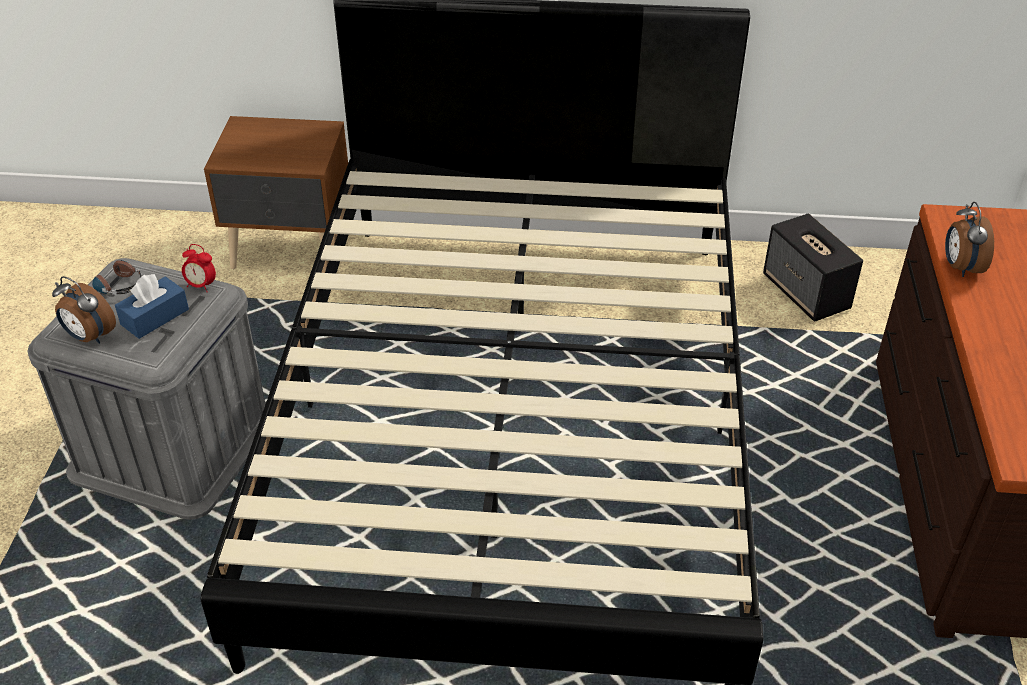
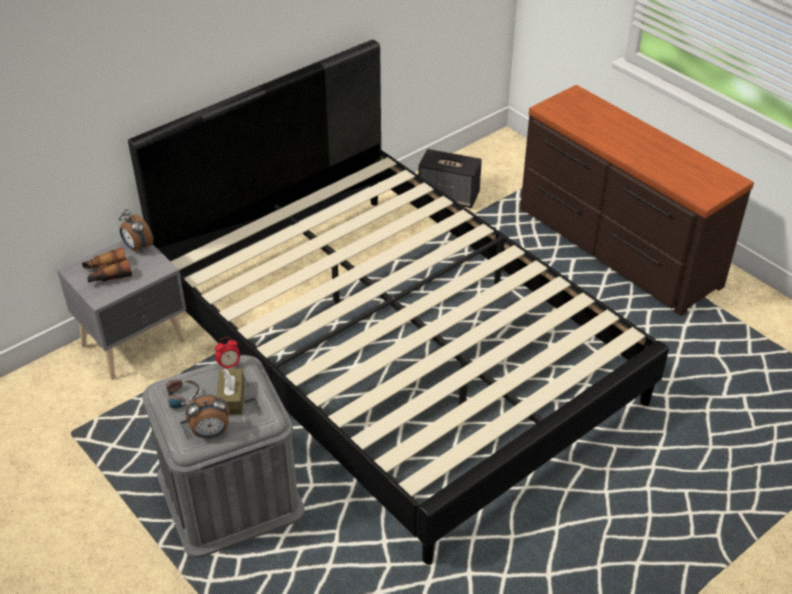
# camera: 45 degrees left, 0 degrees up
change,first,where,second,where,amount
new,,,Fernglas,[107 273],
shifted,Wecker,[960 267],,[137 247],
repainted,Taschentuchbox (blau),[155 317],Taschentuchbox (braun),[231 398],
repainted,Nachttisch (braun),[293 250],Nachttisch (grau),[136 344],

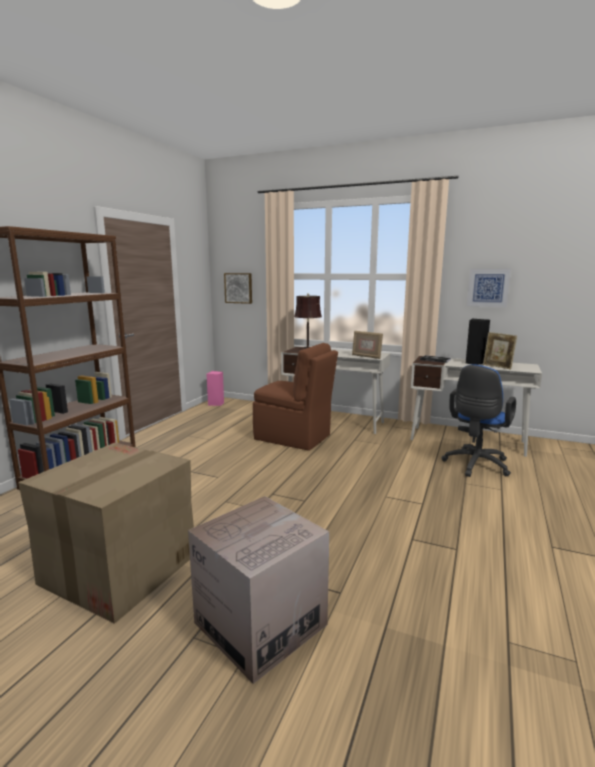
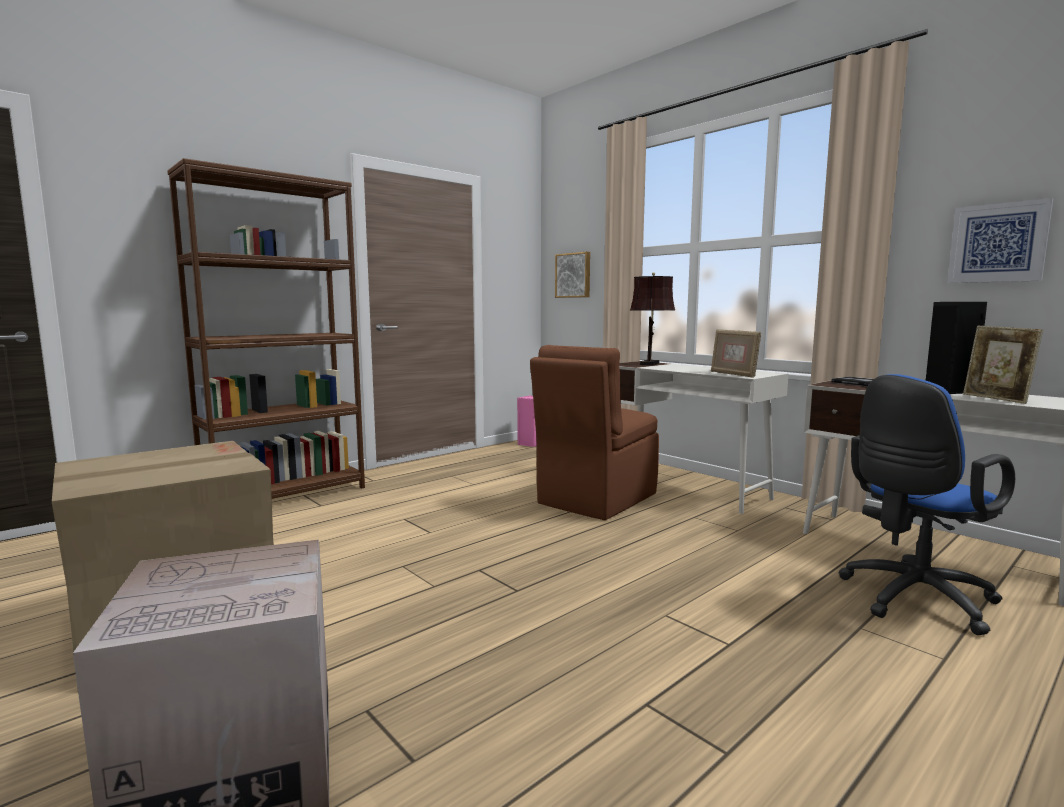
# camera: 25 degrees right, 5 degrees down
change,first,where,second,where,amount
rotated,Stuhl (braun),[294 438],,[595 499],75 degrees clockwise

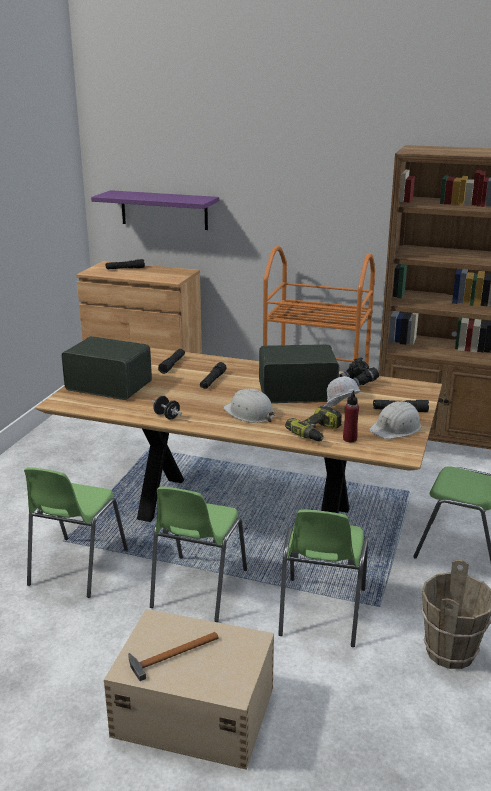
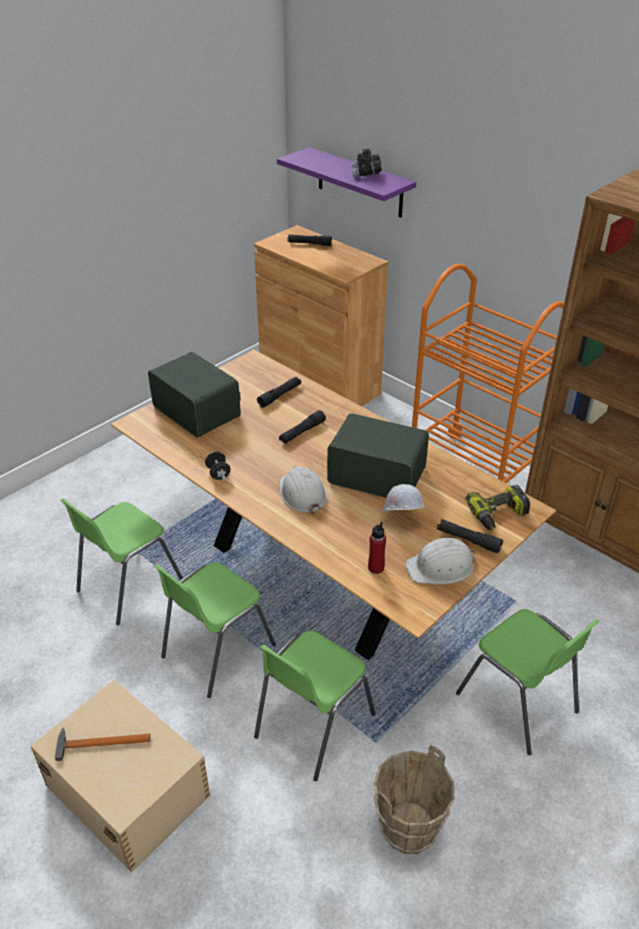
# camera: 25 degrees right, 15 degrees up
change,first,where,second,where,amount
shifted,Bohrmaschine,[317 433],,[498 515],
shifted,Fernglas (schwarz),[359 383],,[366 174],

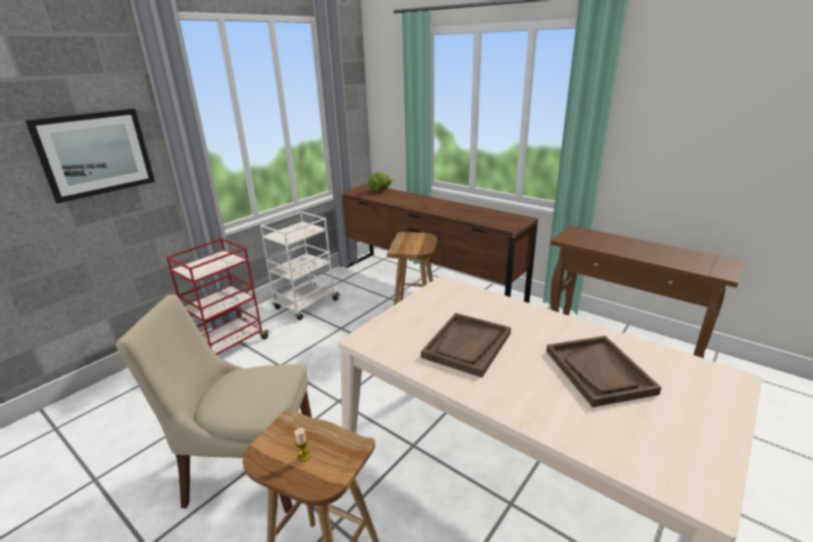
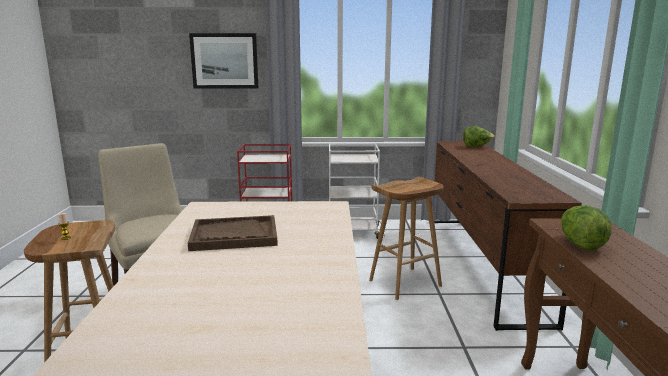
# camera: 50 degrees right, 10 degrees down
change,first,where,second,where,amount
gone,Tablett (braun),[599 371],,,
new,,,Salatkopf,[580 244],

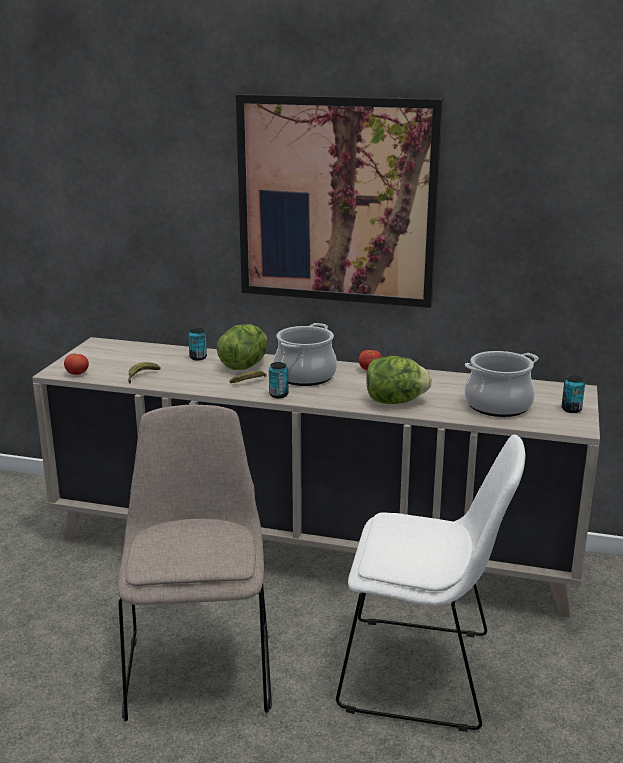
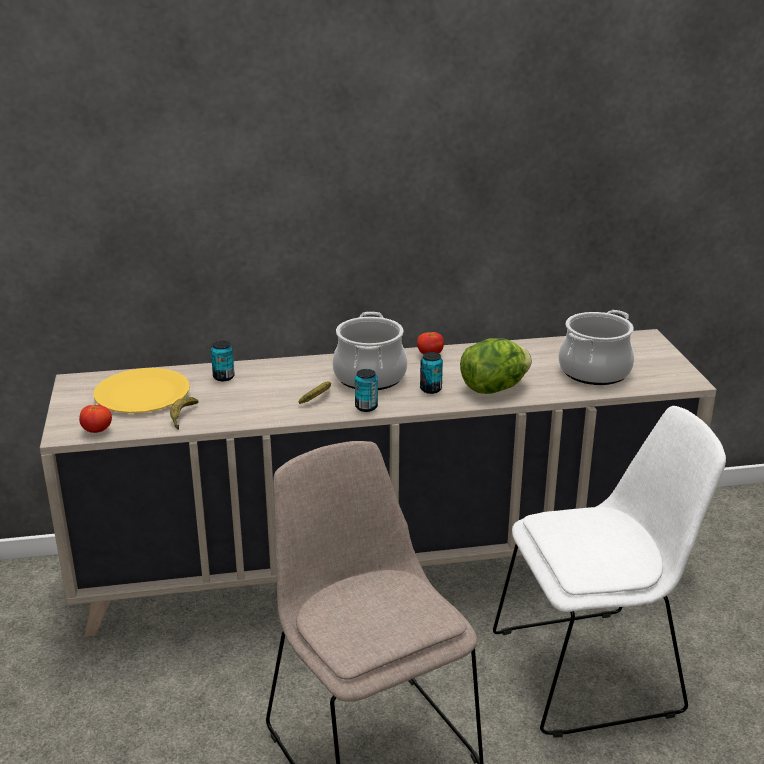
# camera: 25 degrees left, 5 degrees up
change,first,where,second,where,amount
gone,Salatkopf,[244 366],,,
gone,Bild,[337 201],,,
new,,,Teller (gelb),[142 394],
shifted,Dose,[571 409],,[430 389],

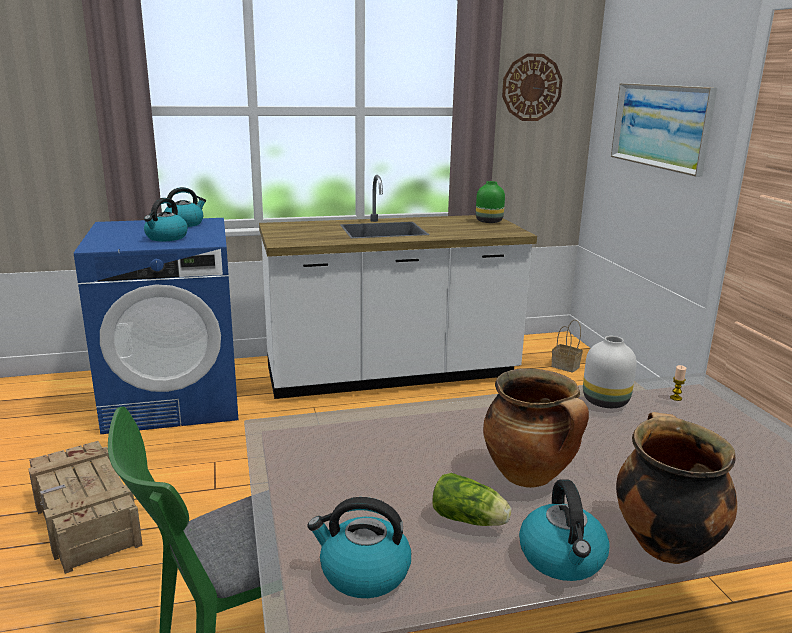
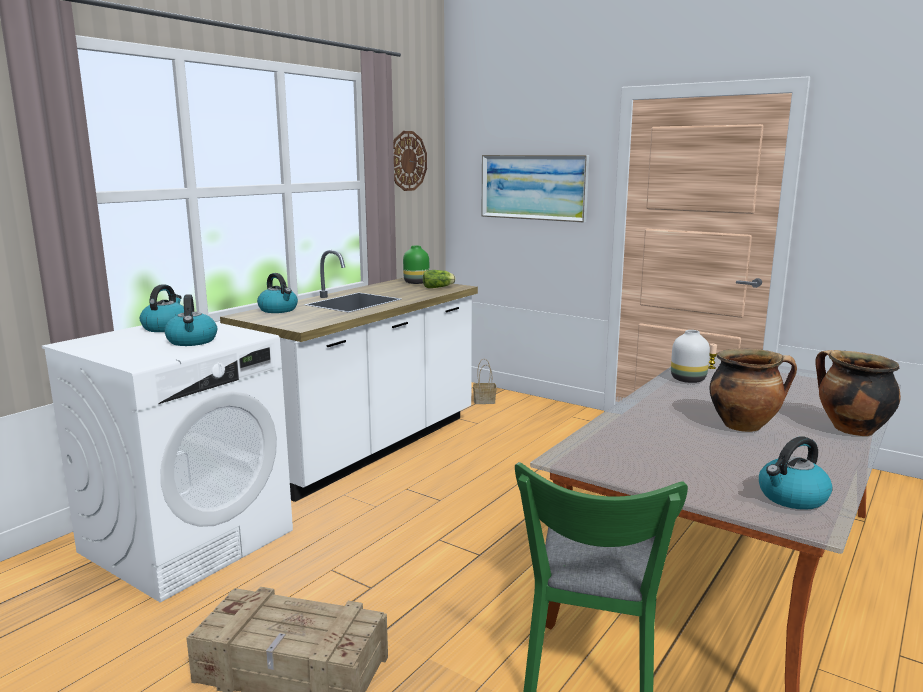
# camera: 40 degrees left, 5 degrees down
change,first,where,second,where,amount
shifted,Salatkopf,[470 520],,[439 287],
shifted,Wasserkessel,[562 558],,[279 310],
repainted,Waschmaschine (blau),[175 399],Waschmaschine (weiß),[188 540],

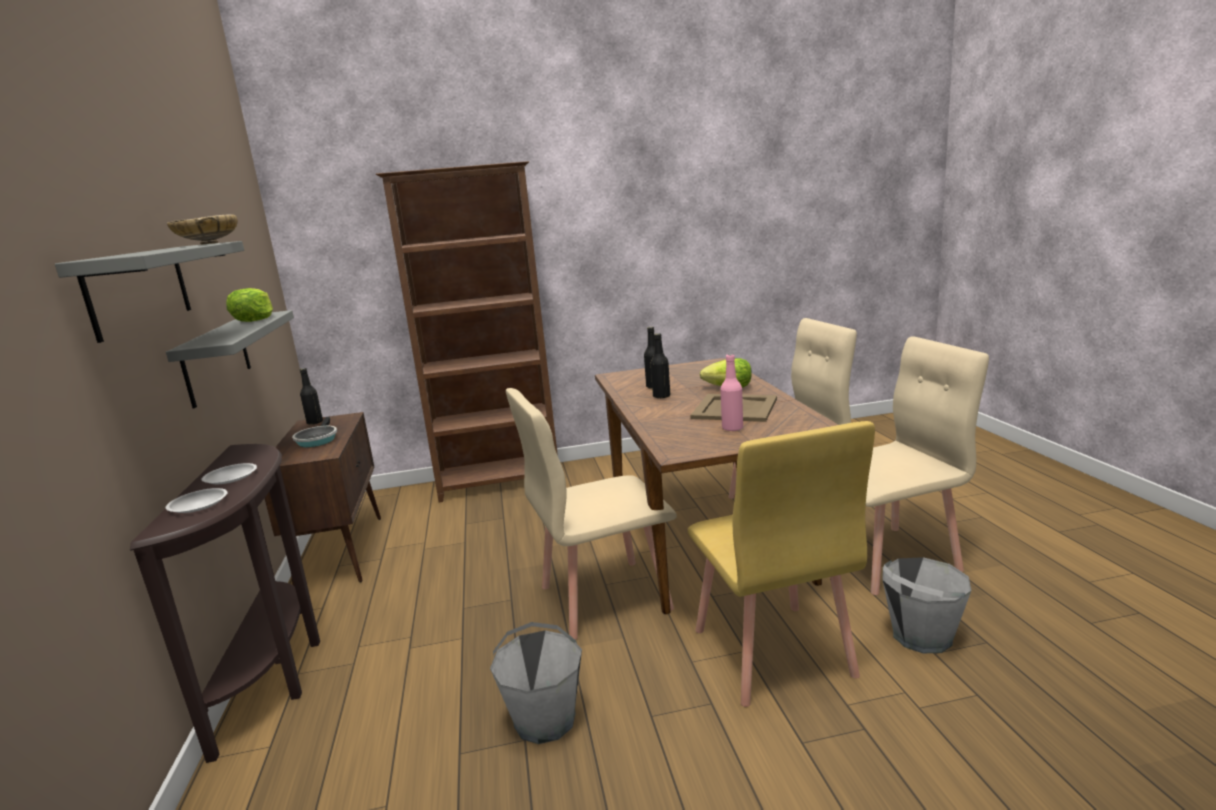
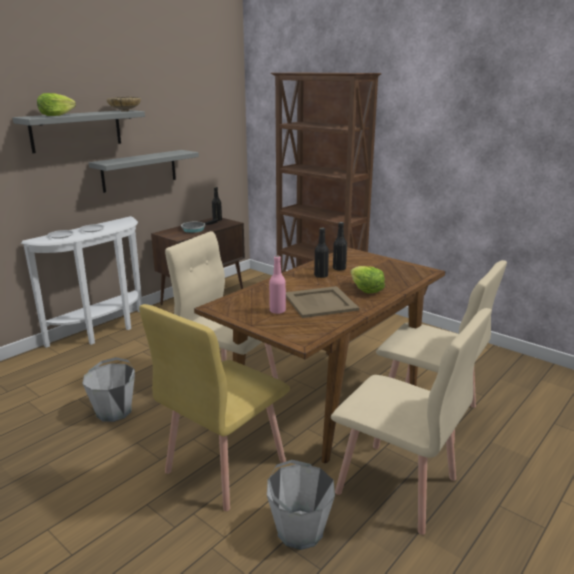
# camera: 50 degrees right, 5 degrees up
change,first,where,second,where,amount
shifted,Salatkopf,[255 319],,[56 115],
repainted,Konsolentisch (braun),[277 672],Konsolentisch (weiß),[103 331],

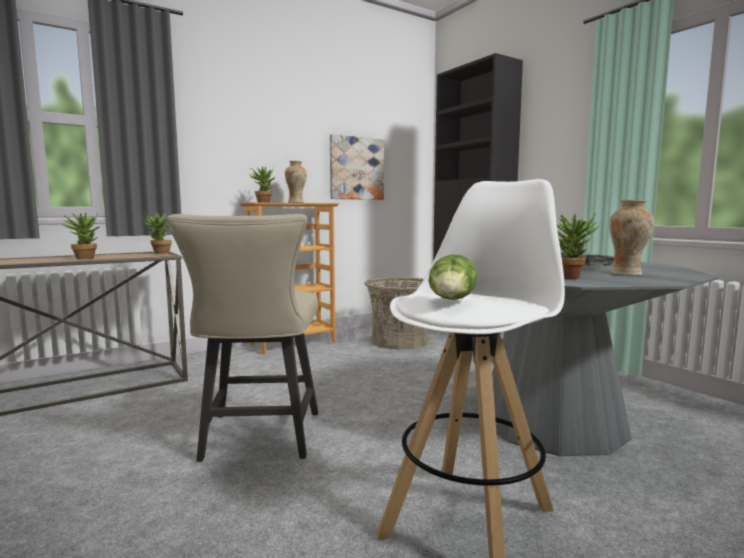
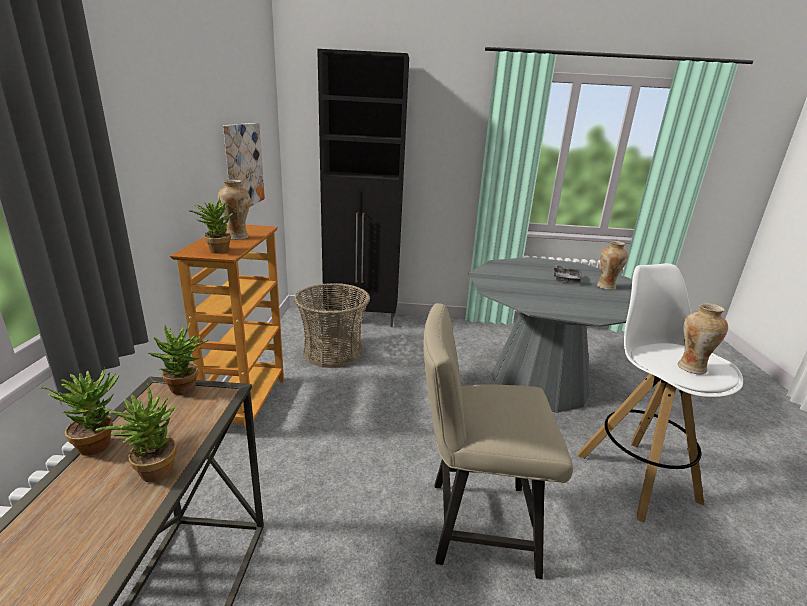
# camera: 55 degrees left, 15 degrees up
change,first,where,second,where,amount
shifted,Topfpflanze,[570 277],,[98 442],
swapped,Salatkopf,[452 301],Vase,[690 367],
rotated,Stuhl (beige),[259 440],,[472 523],150 degrees clockwise

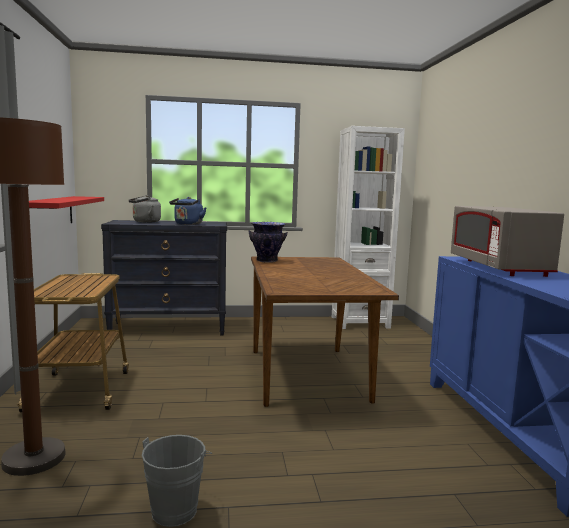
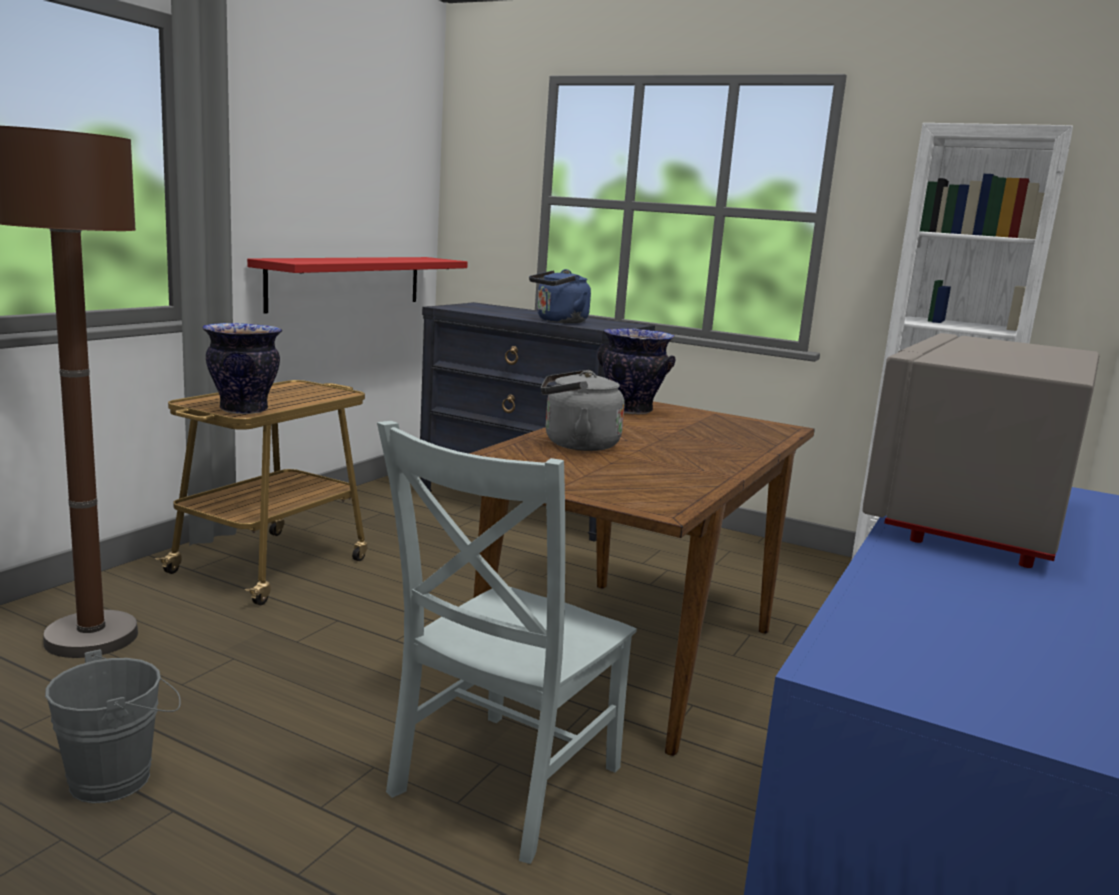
# camera: 35 degrees right, 5 degrees up
change,first,where,second,where,amount
new,,,Vase,[245 410],
new,,,Stuhl (grau),[500 785],
shifted,Wasserkessel (grau),[145 222],,[576 444],

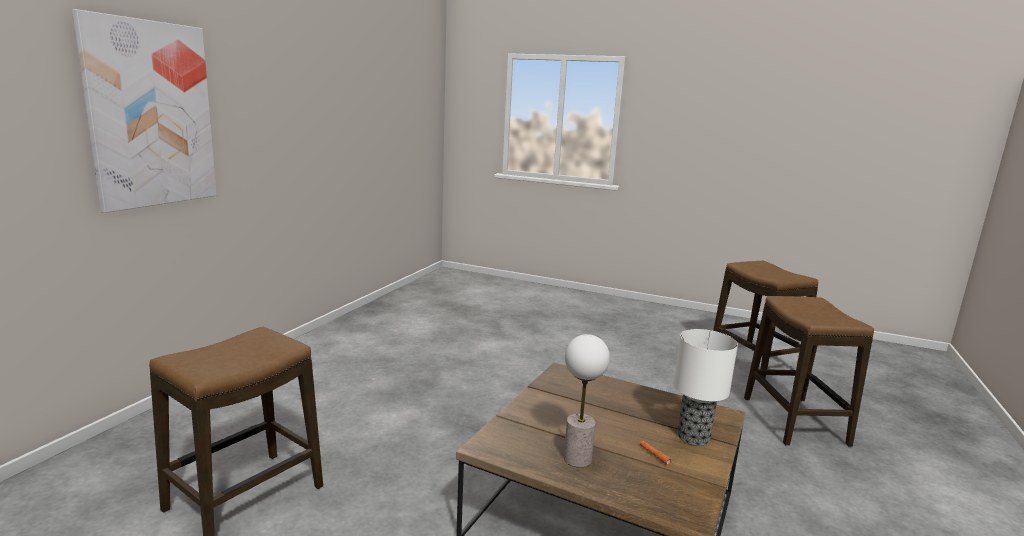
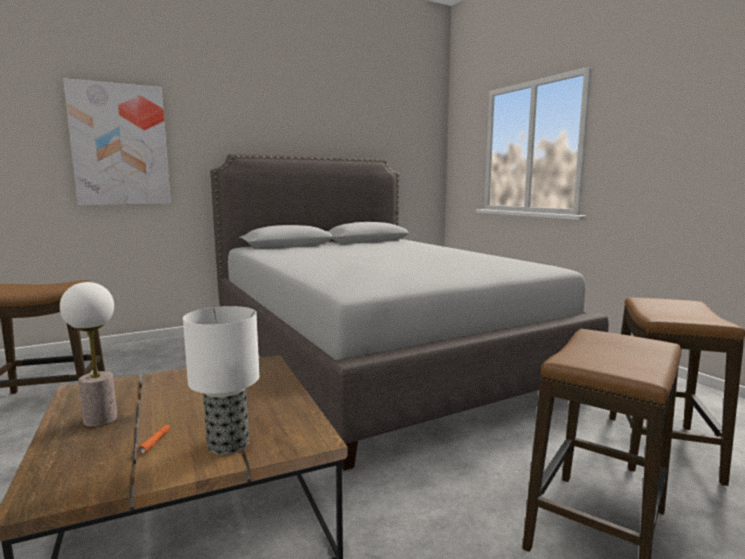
# camera: 40 degrees right, 5 degrees down
change,first,where,second,where,amount
new,,,Bett (grau),[377 356],

